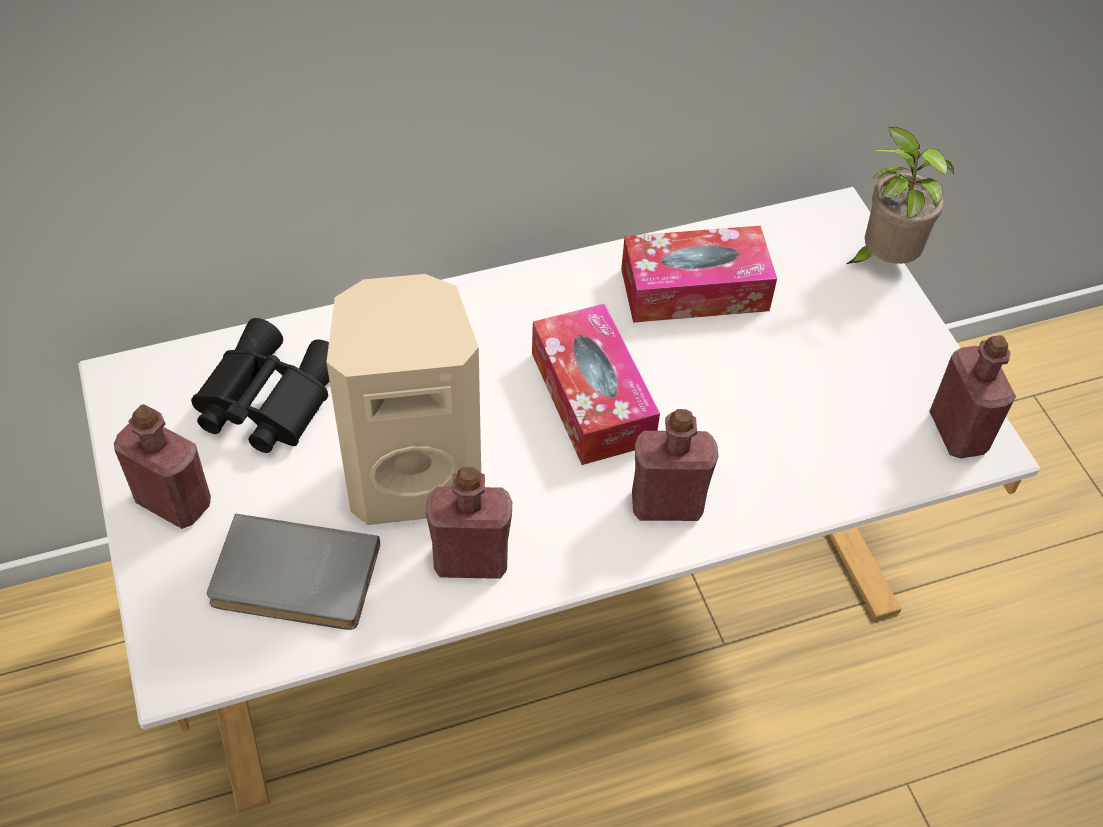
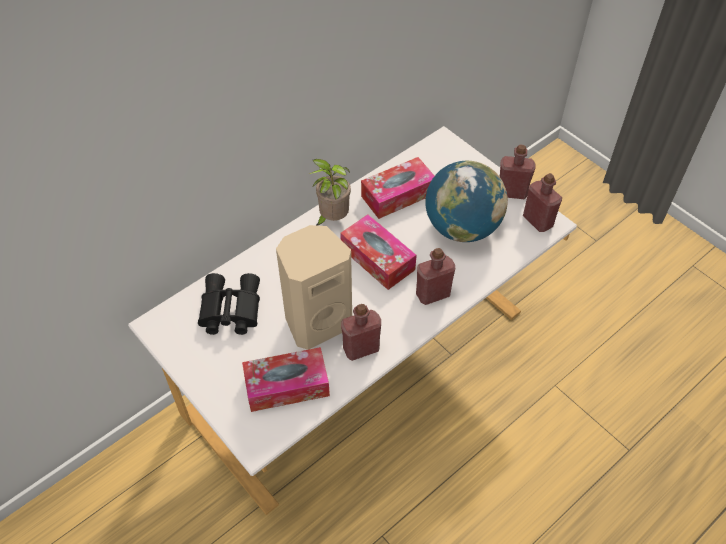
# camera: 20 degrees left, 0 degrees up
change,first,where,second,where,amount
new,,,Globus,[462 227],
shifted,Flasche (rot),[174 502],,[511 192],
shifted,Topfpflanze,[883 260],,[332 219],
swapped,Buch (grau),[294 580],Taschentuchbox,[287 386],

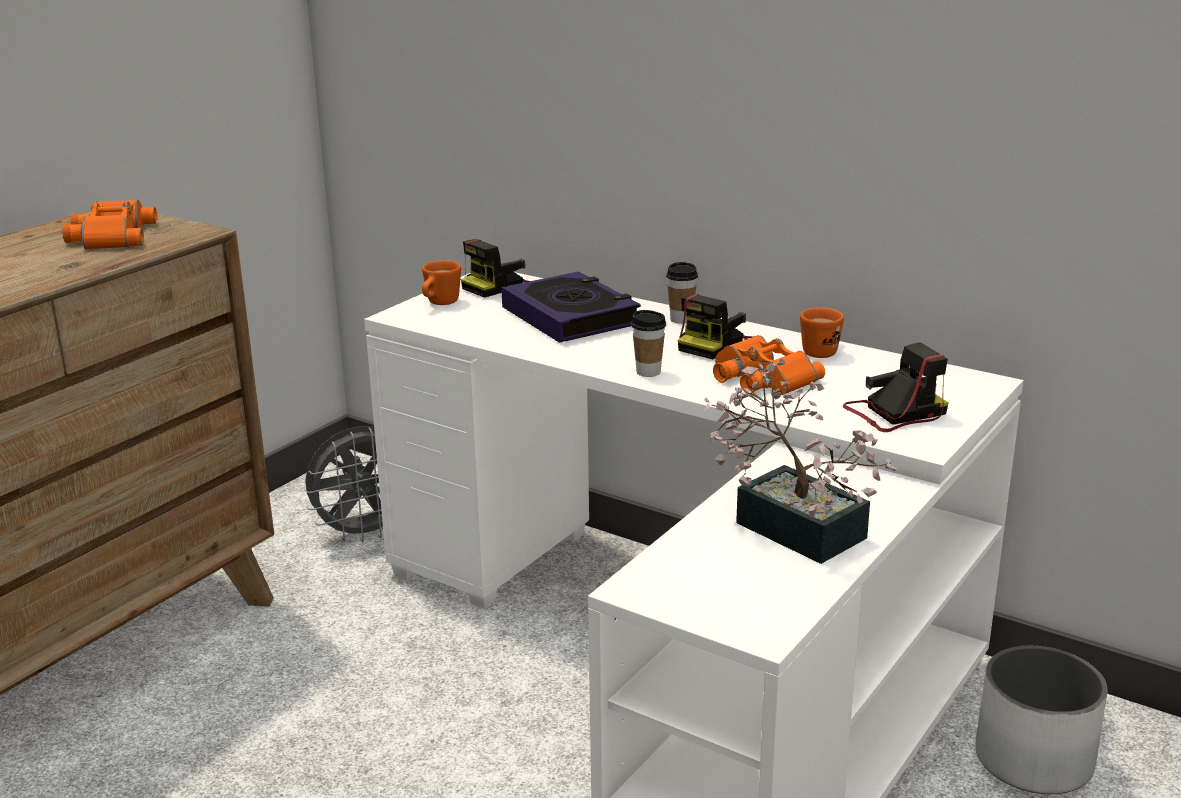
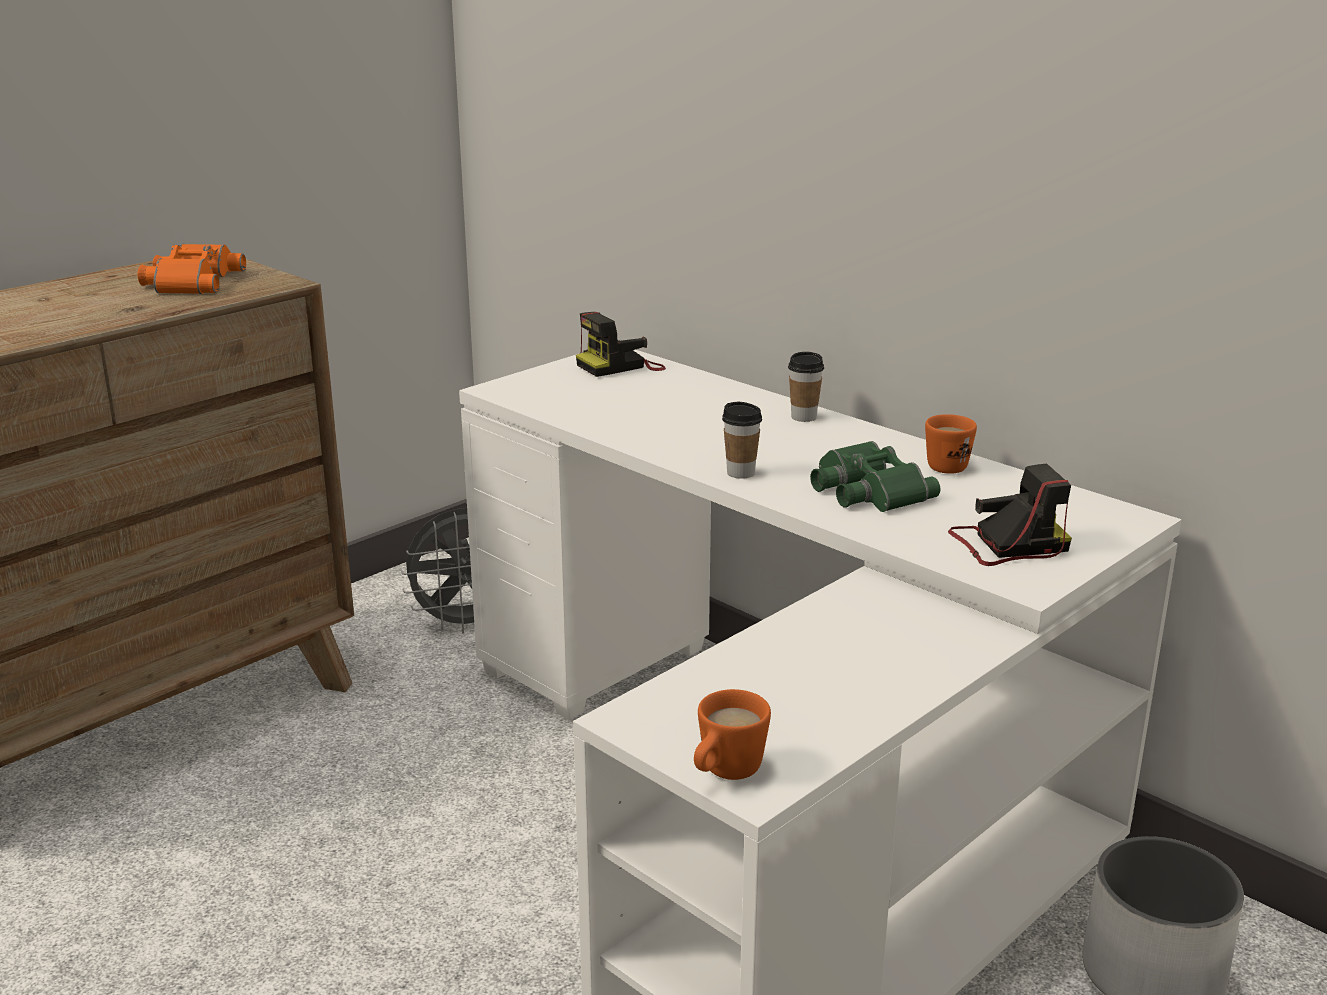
# camera: 10 degrees right, 0 degrees up
change,first,where,second,where,amount
gone,Buch,[570 316],,,
gone,Kamera,[717 345],,,
gone,Topfpflanze,[790 524],,,
shifted,Henkelbecher (orange),[439 304],,[725 773],
repainted,Fernglas (orange),[760 378],Fernglas (grün),[866 490],

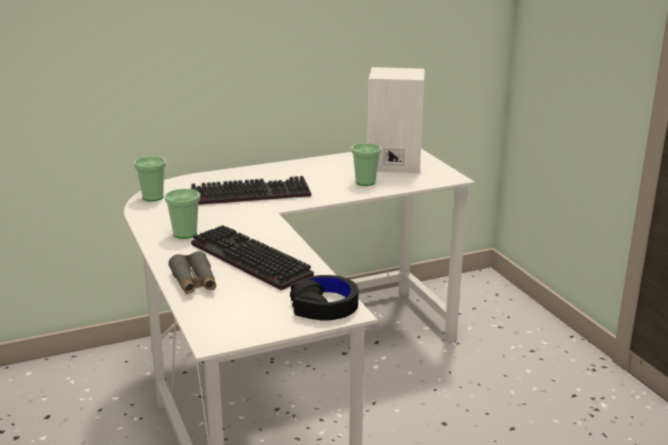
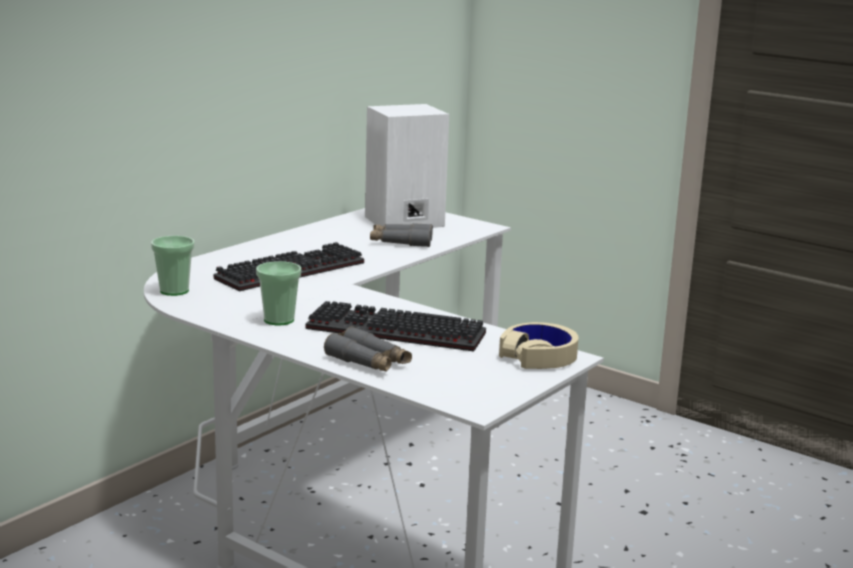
# camera: 30 degrees left, 5 degrees down
change,first,where,second,where,amount
swapped,Tasse,[365 182],Fernglas (grau),[401 242],
repainted,Kopfhörer (schwarz),[324 306],Kopfhörer (beige),[538 357],

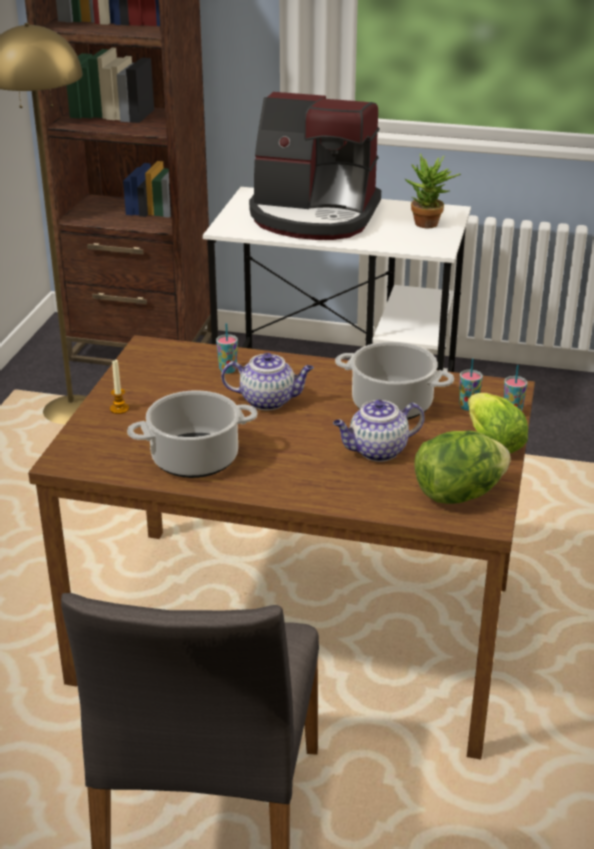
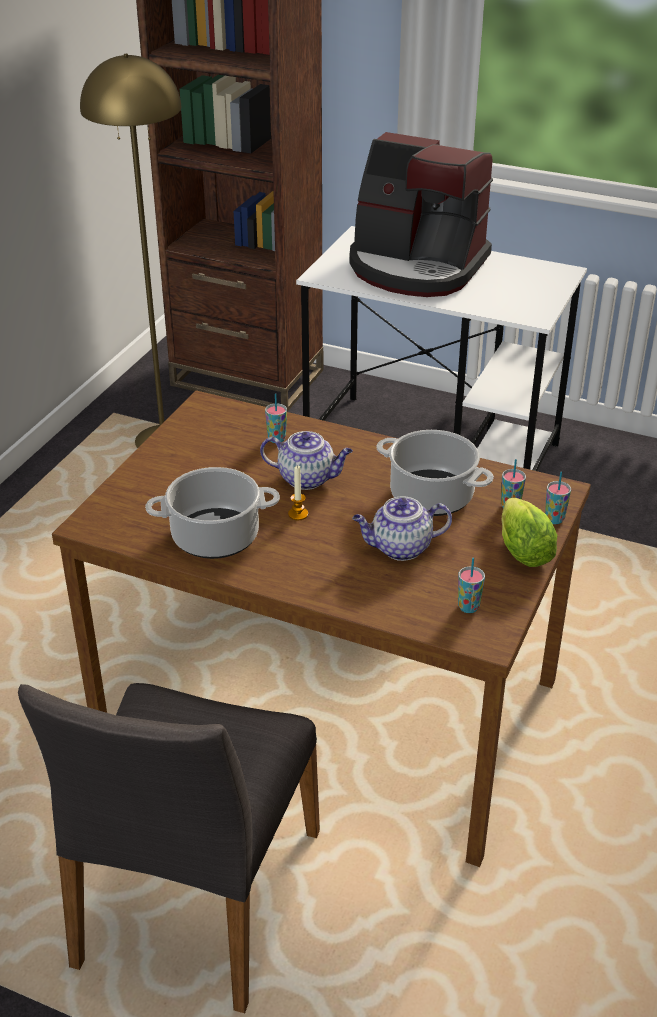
# camera: 10 degrees right, 5 degrees up
change,first,where,second,where,amount
gone,Topfpflanze,[429 226],,,
shifted,Kerze,[119 409],,[298 514],
swapped,Salatkopf,[458 494],Tasse,[468 607],

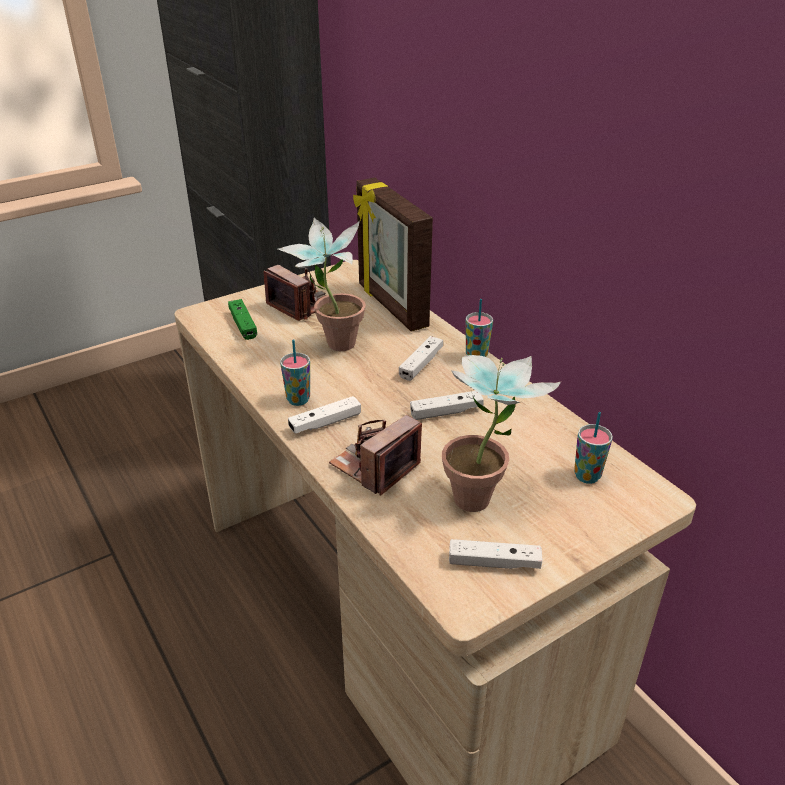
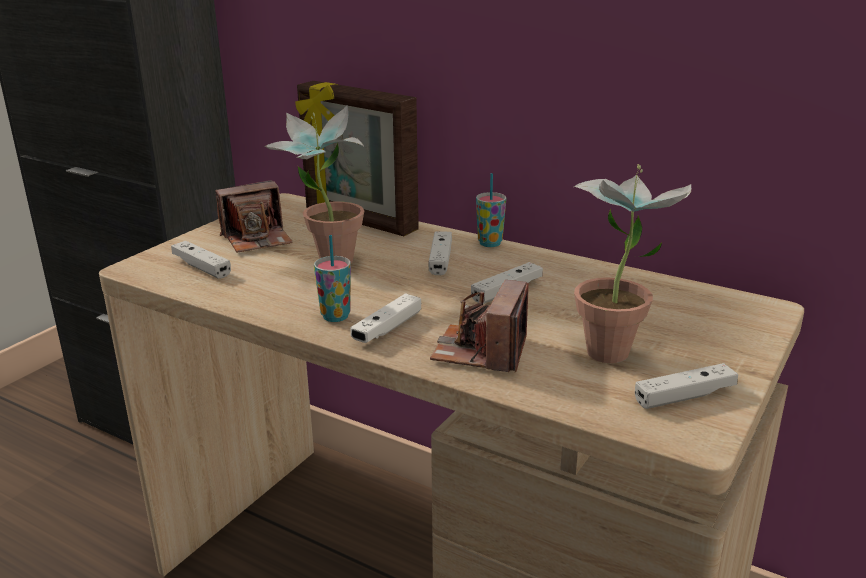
# camera: 25 degrees left, 10 degrees down
change,first,where,second,where,amount
gone,Tasse,[587 476],,,
repainted,Gamepad (grün),[243 325],Gamepad (weiß),[202 267],
rotated,Kamera,[302 305],,[257 239],135 degrees clockwise

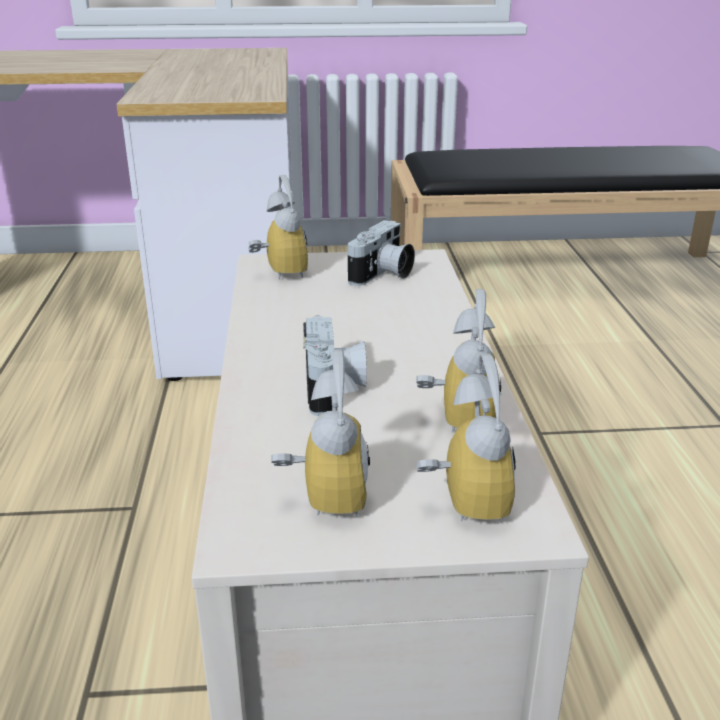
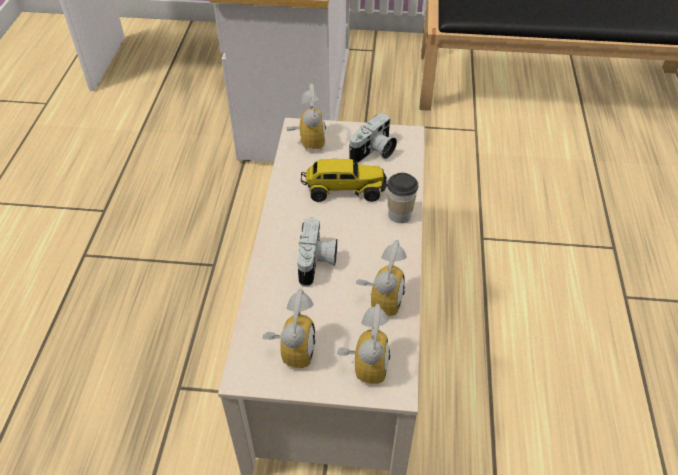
# camera: 10 degrees right, 20 degrees up
change,first,where,second,where,amount
new,,,Spielzeuglaster,[344 190],
new,,,Tasse,[399 215],

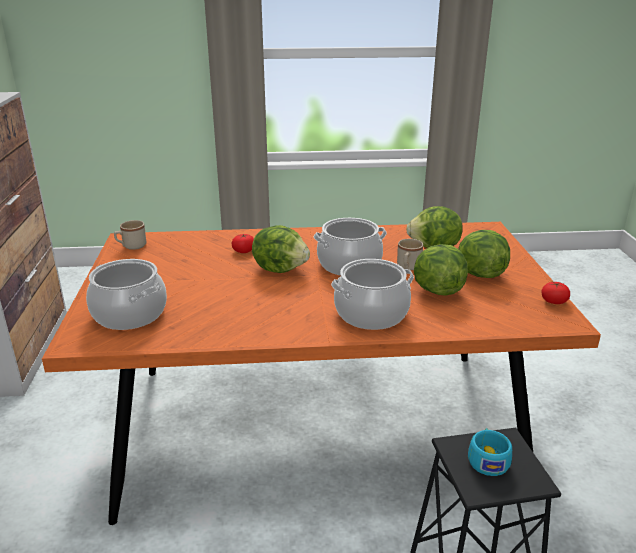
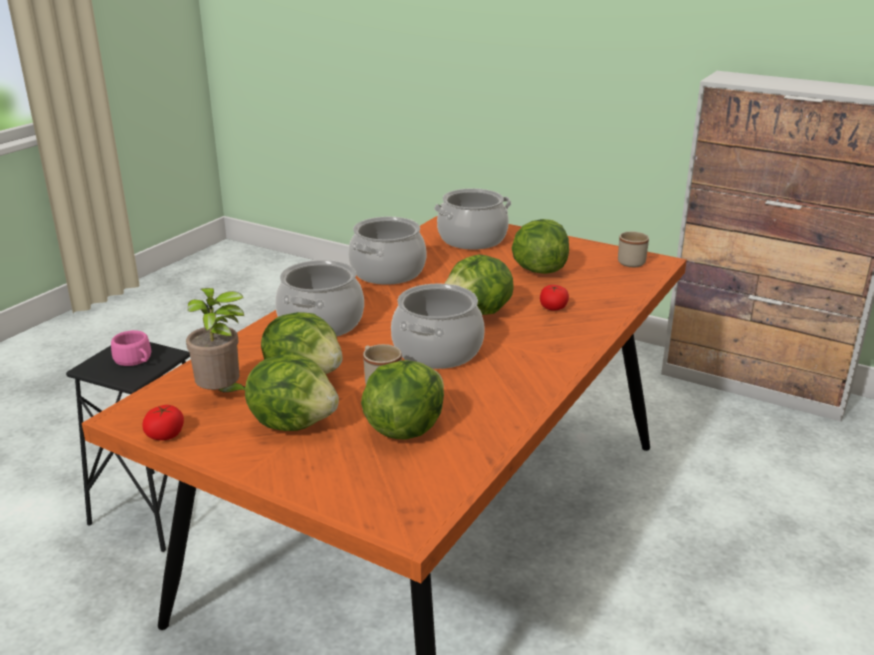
# camera: 125 degrees right, 0 degrees up
change,first,where,second,where,amount
new,,,Topfpflanze,[222 395],
new,,,Kochtopf,[388 272],
new,,,Salatkopf,[538 270],
repainted,Tasse (türkis),[487 459],Tasse (rosa),[135 360],

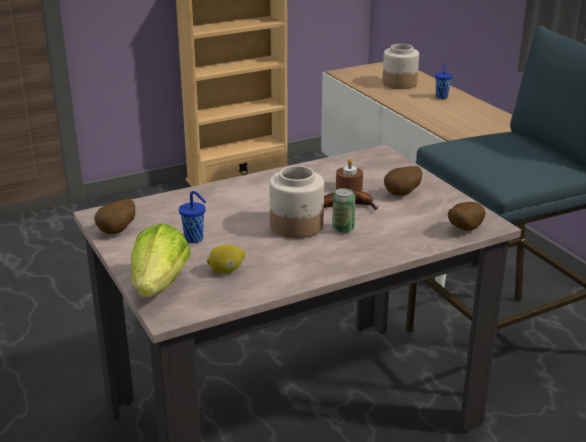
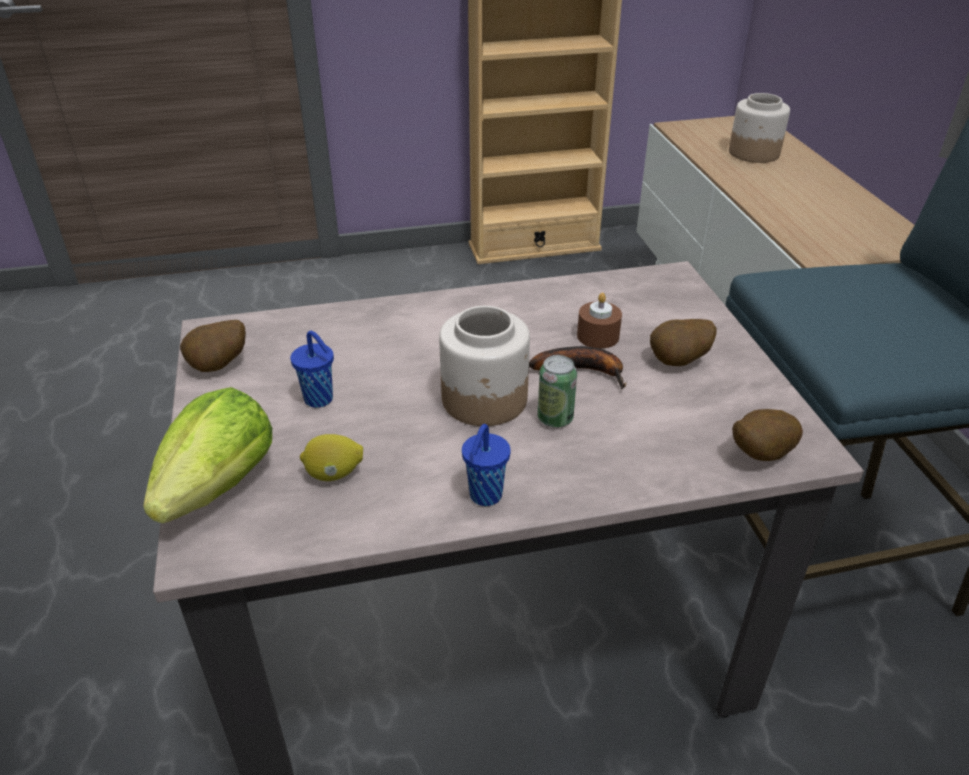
# camera: 15 degrees right, 10 degrees up
change,first,where,second,where,amount
shifted,Tasse (blau),[441 97],,[484 496],

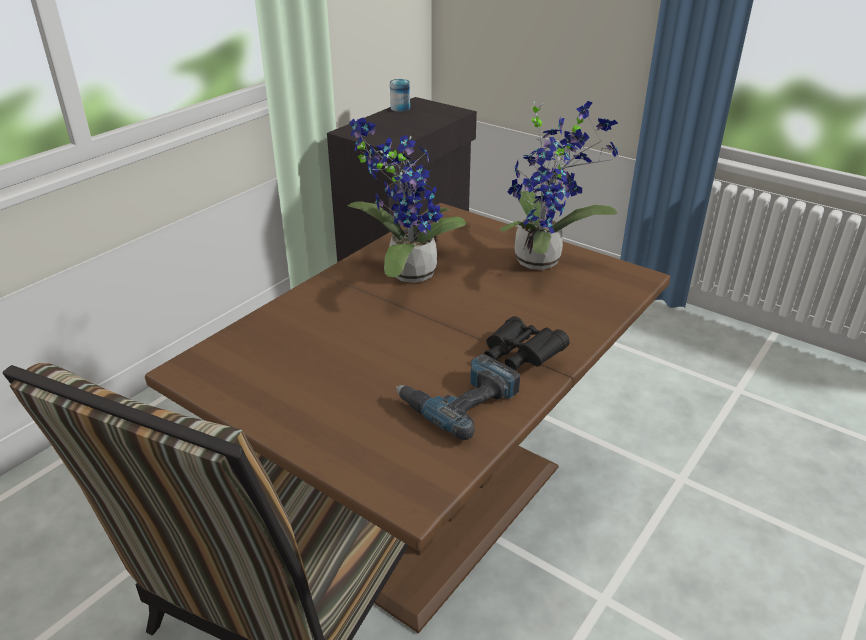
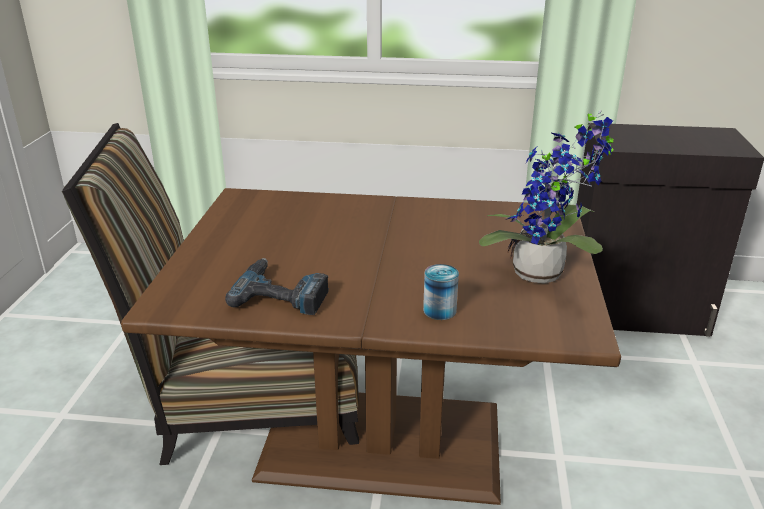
# camera: 60 degrees right, 5 degrees down
change,first,where,second,where,amount
gone,Topfpflanze,[406 272],,,
gone,Fernglas (schwarz),[519 357],,,
shifted,Dose,[400 108],,[439 310],

